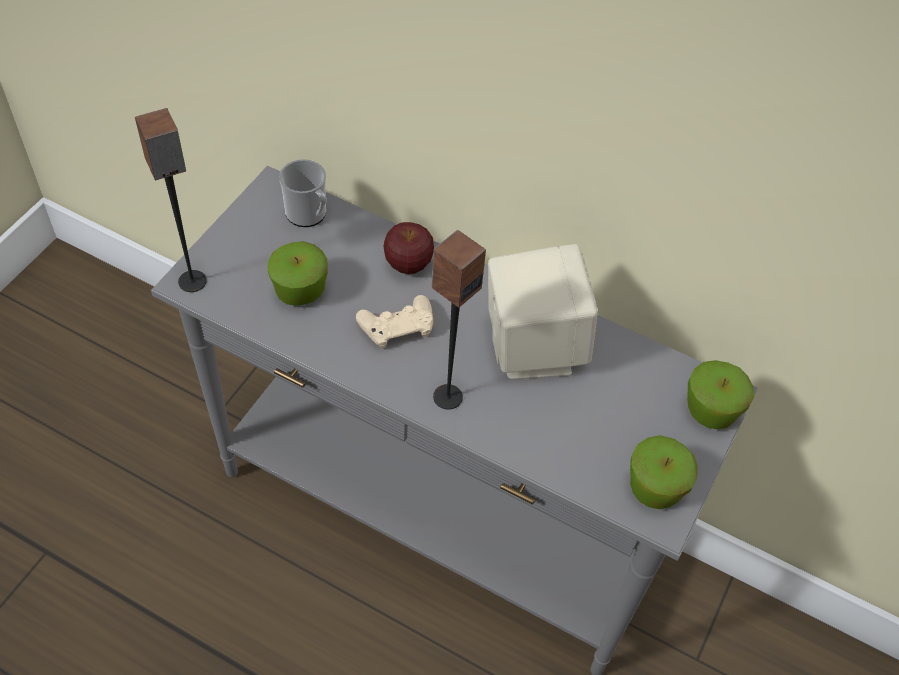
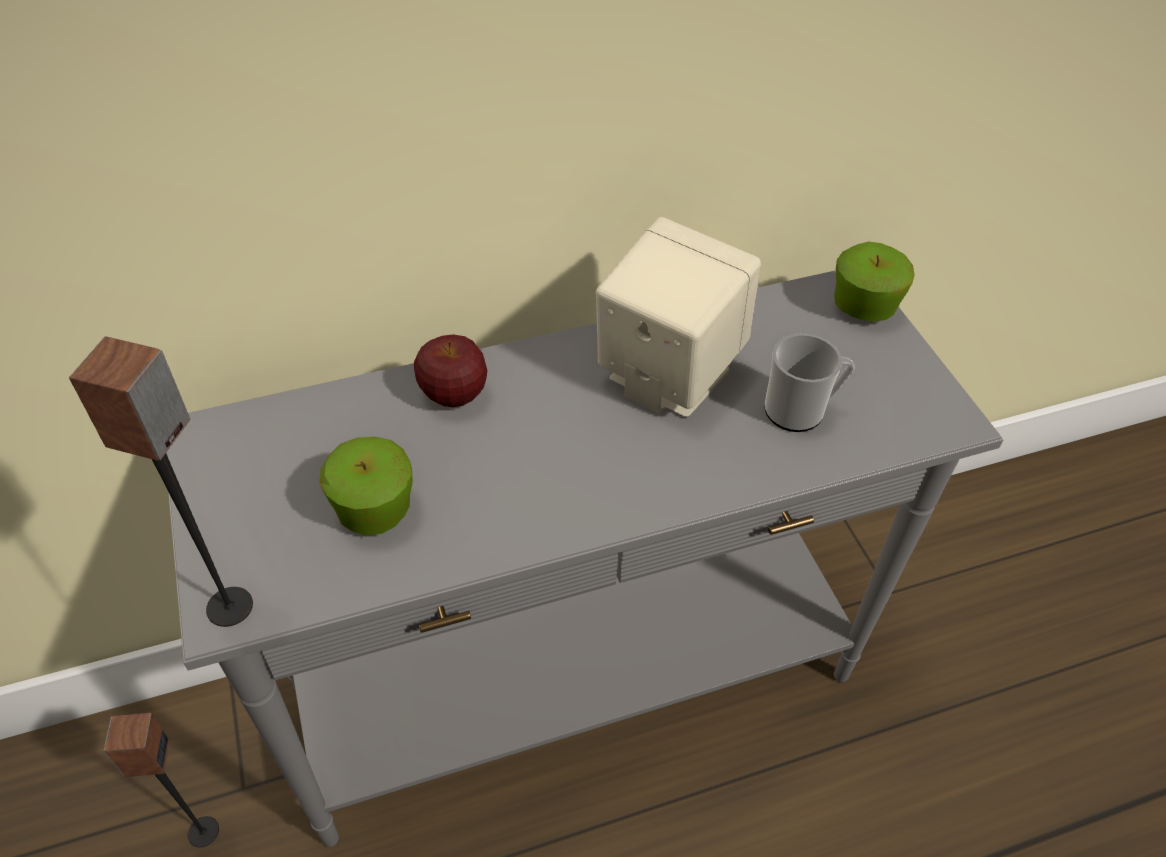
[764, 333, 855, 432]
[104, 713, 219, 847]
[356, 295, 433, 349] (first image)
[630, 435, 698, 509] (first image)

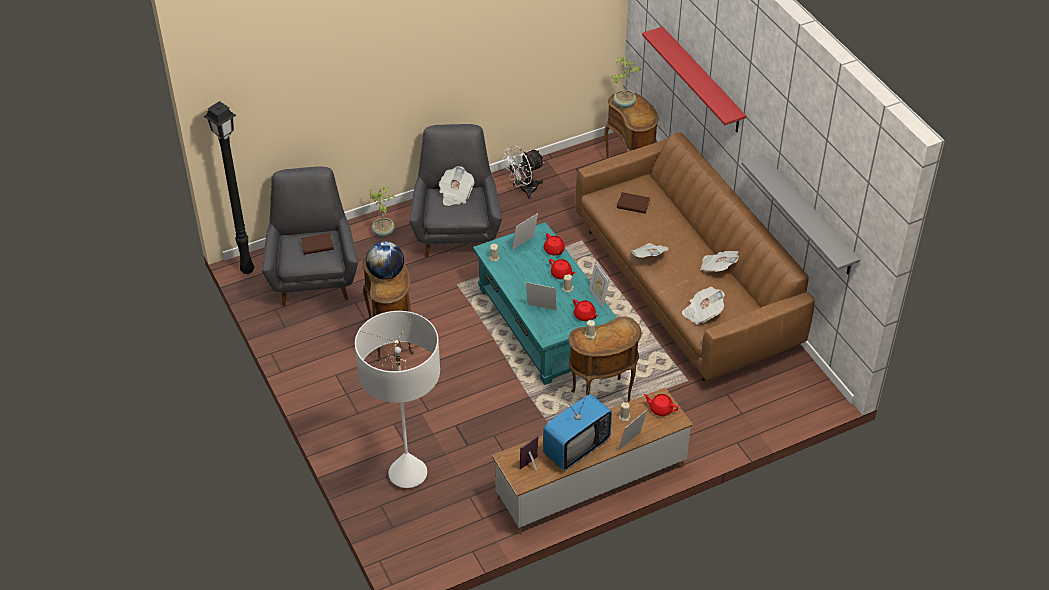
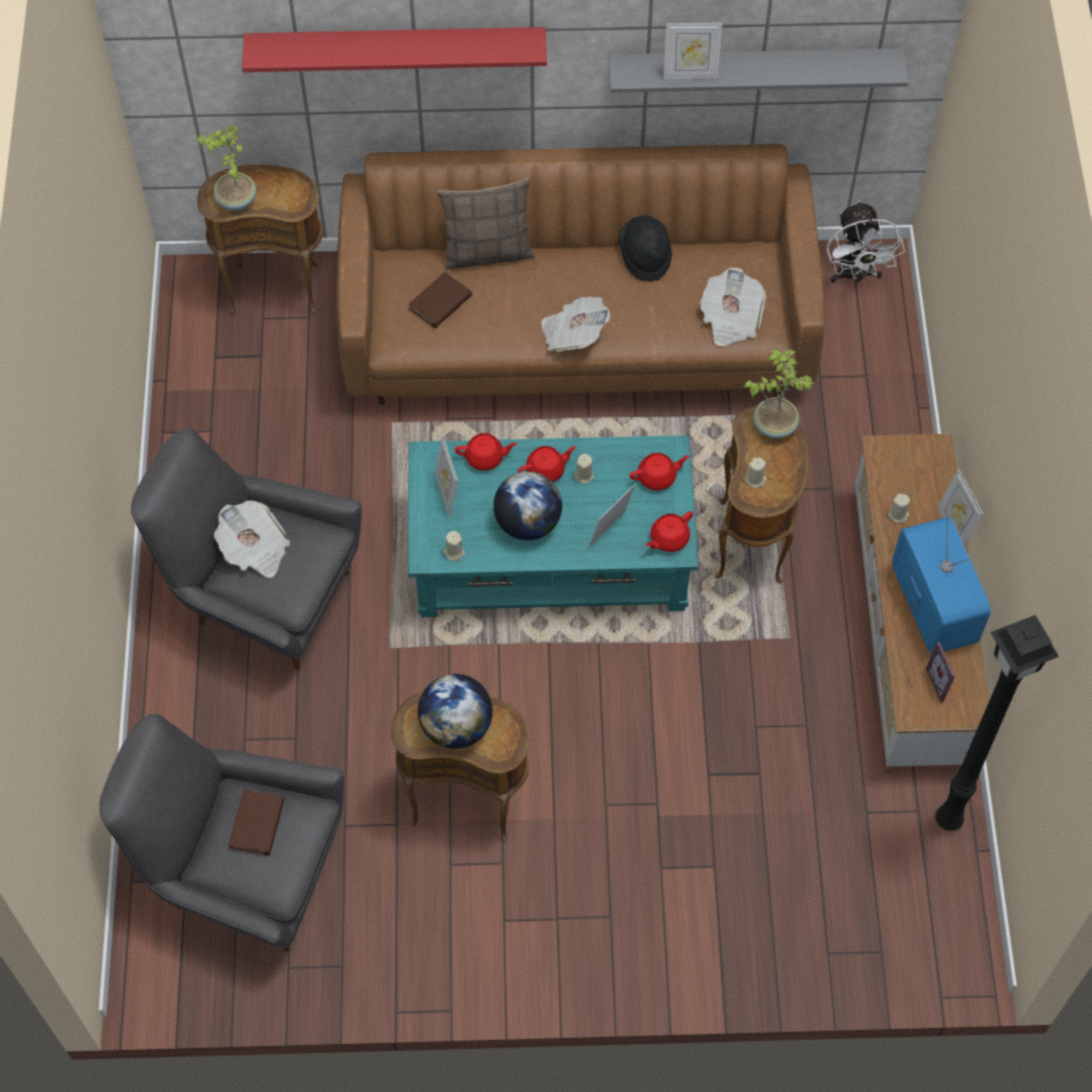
[935, 615, 1059, 831]
[827, 200, 905, 283]
[743, 349, 814, 439]
[619, 215, 672, 281]
[664, 23, 722, 79]
[355, 311, 440, 488] (first image)
[646, 511, 693, 552]
[437, 179, 535, 270]
[493, 472, 562, 540]

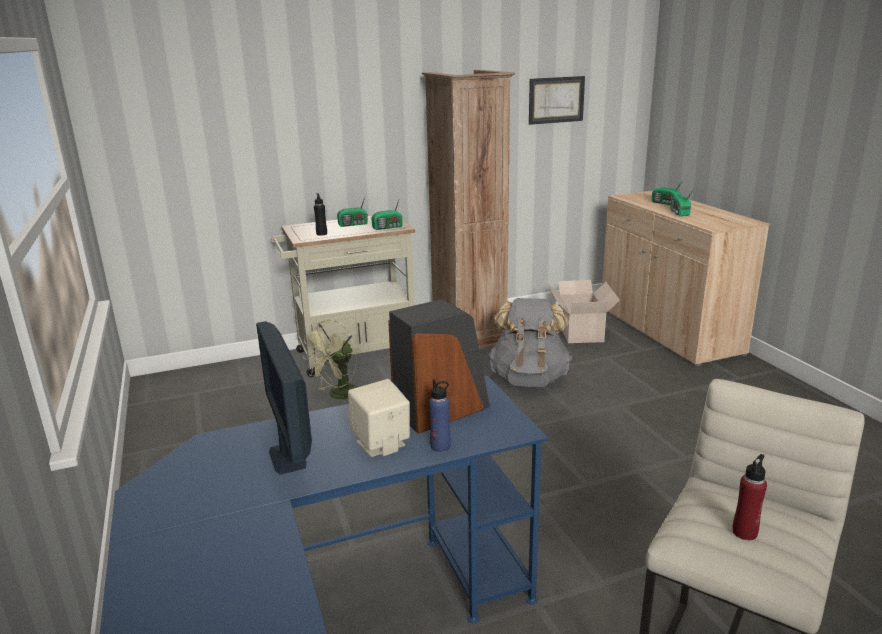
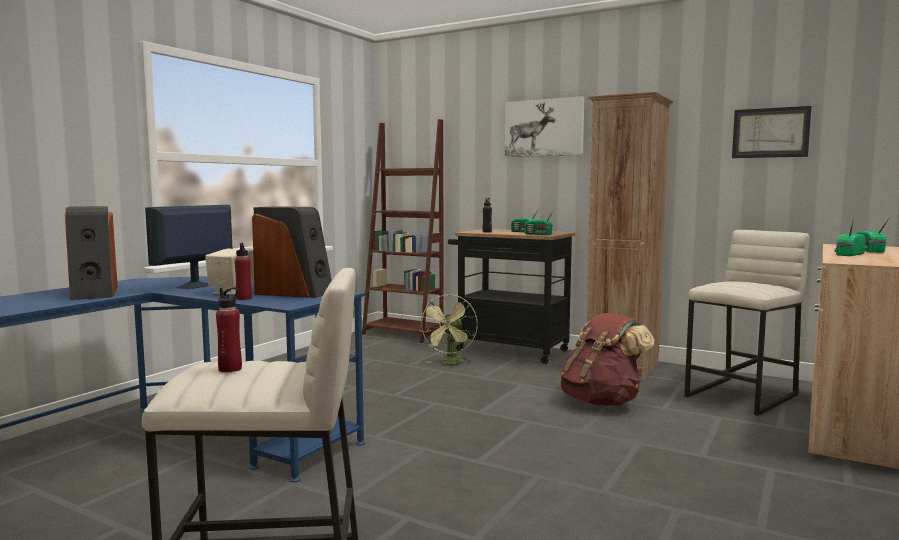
[448, 229, 575, 364]
[684, 230, 809, 416]
[560, 313, 655, 406]
[419, 294, 478, 365]
[234, 243, 252, 300]
[505, 96, 584, 157]
[362, 119, 444, 343]
[65, 206, 118, 300]

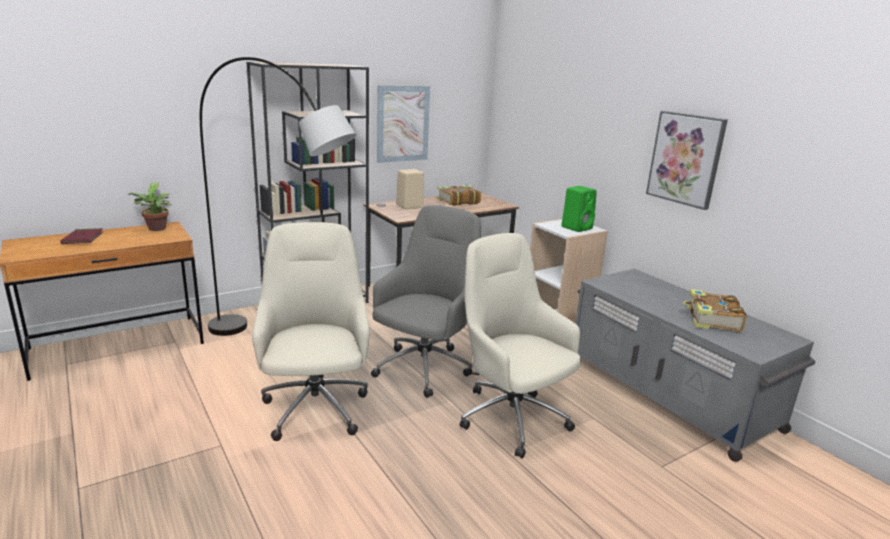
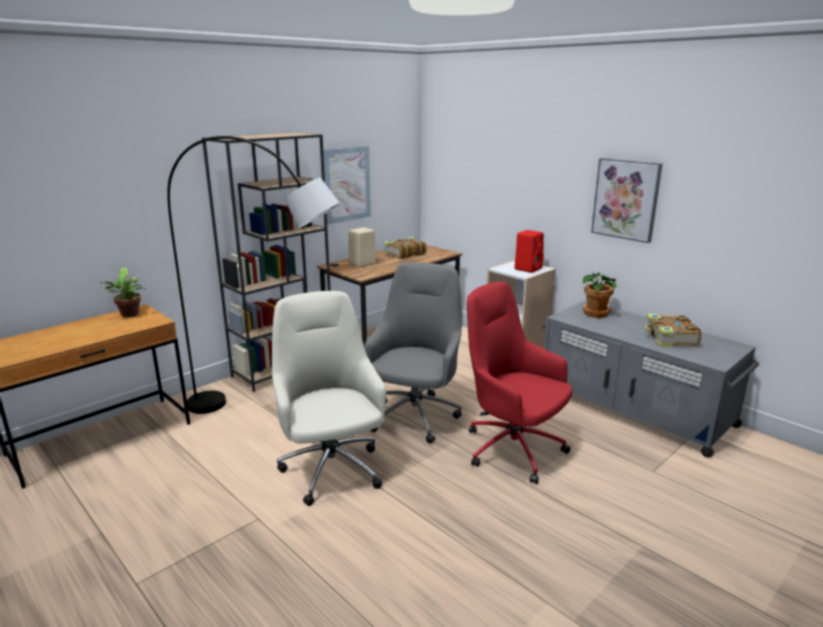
[514, 230, 544, 273]
[60, 228, 103, 244] (first image)
[467, 282, 573, 484]
[583, 272, 617, 318]

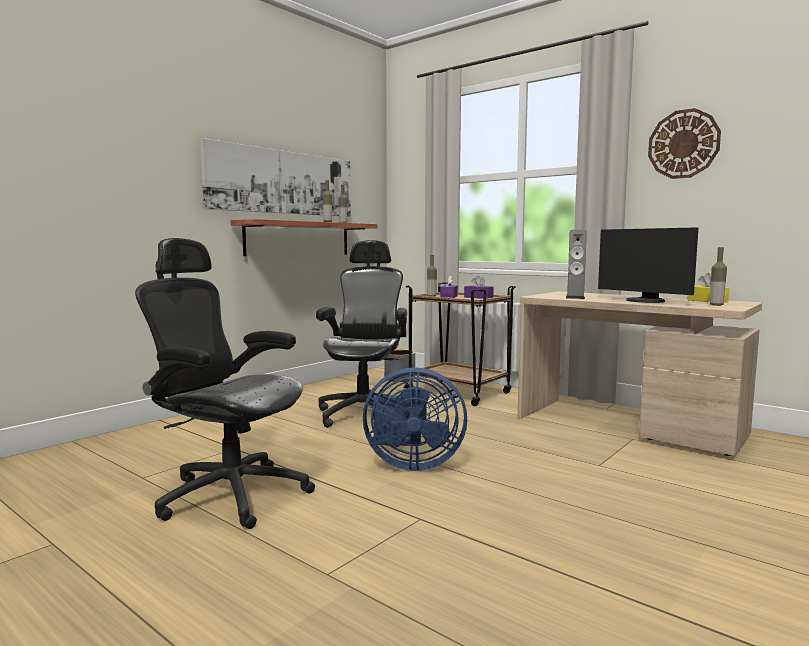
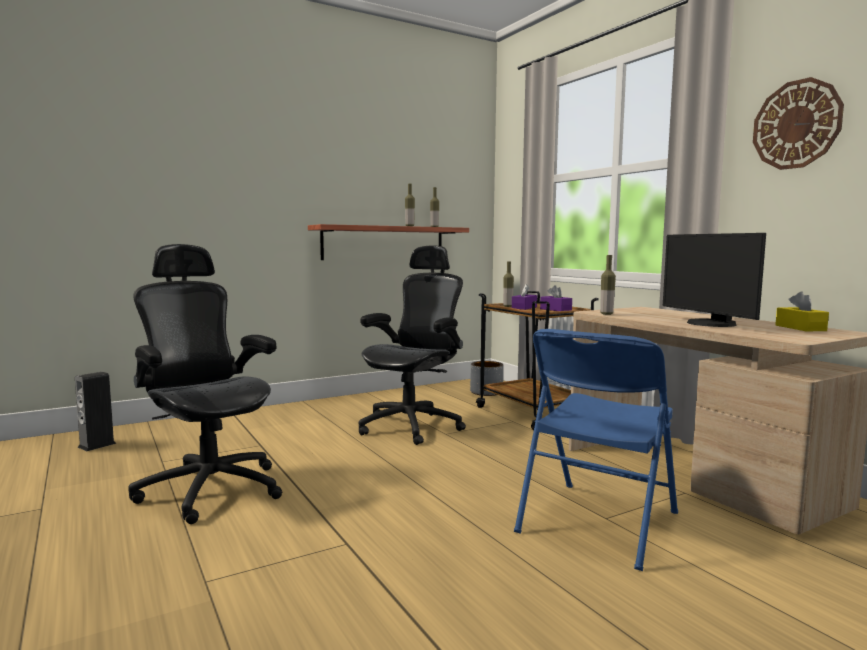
[200, 138, 351, 217] (first image)
[75, 372, 116, 451]
[600, 255, 616, 315]
[363, 367, 467, 471] (first image)
[514, 329, 678, 571]

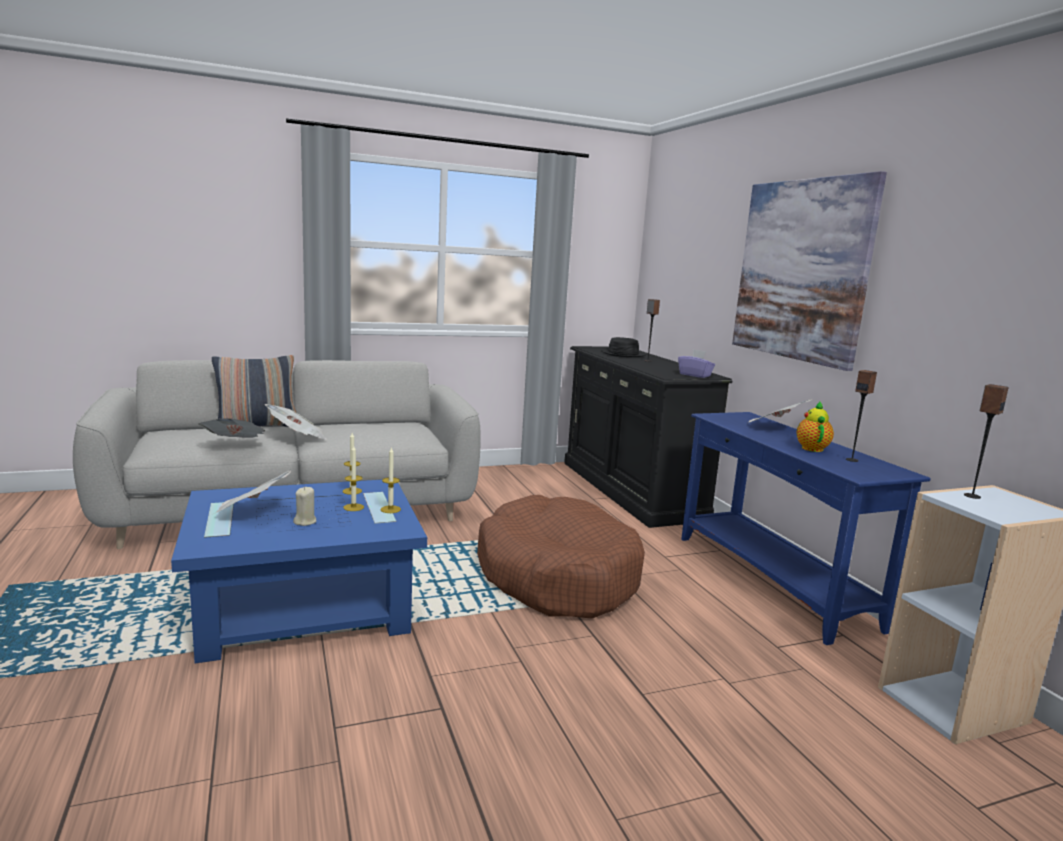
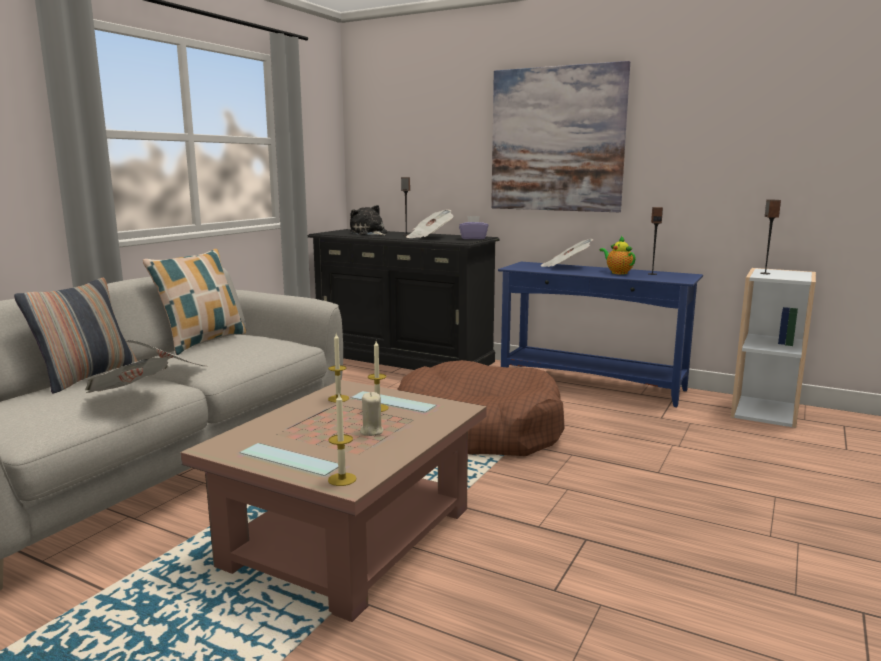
[350, 205, 388, 235]
[328, 394, 357, 486]
[406, 209, 454, 238]
[180, 380, 487, 622]
[143, 249, 246, 355]

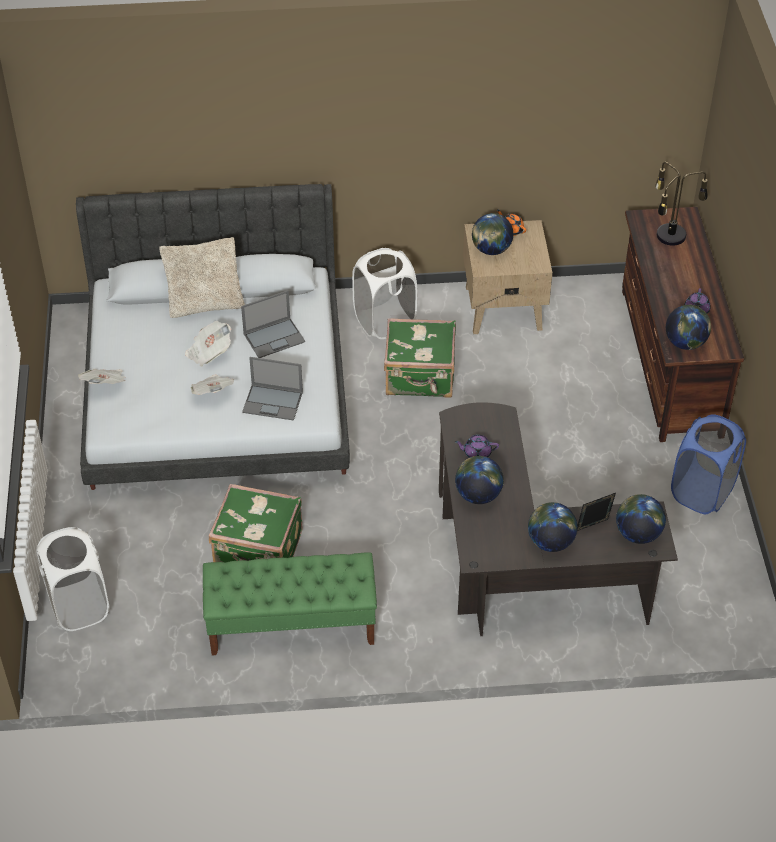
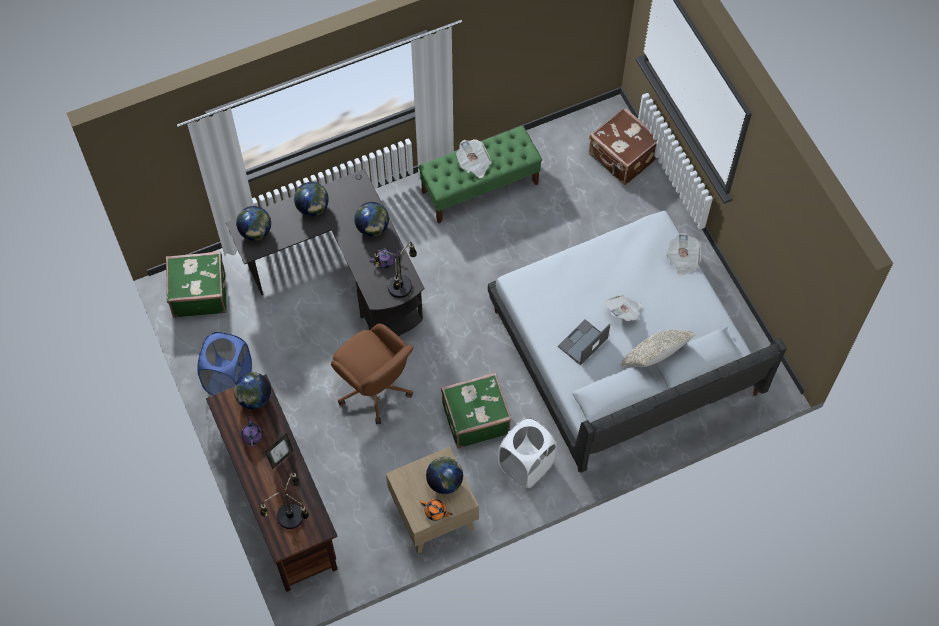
[242, 357, 303, 421] (first image)
[456, 139, 492, 178]
[166, 251, 227, 318]
[265, 433, 294, 469]
[589, 107, 657, 185]
[374, 242, 417, 298]
[331, 323, 413, 424]

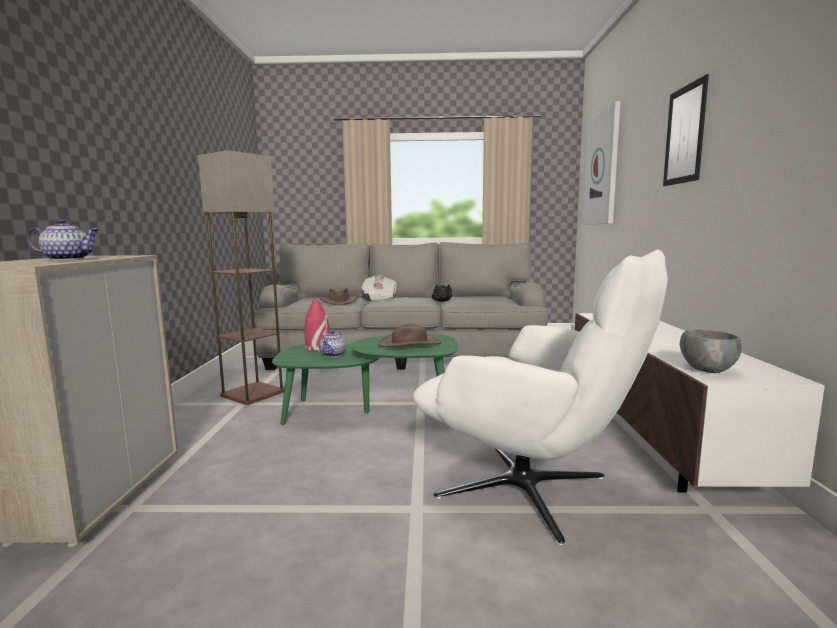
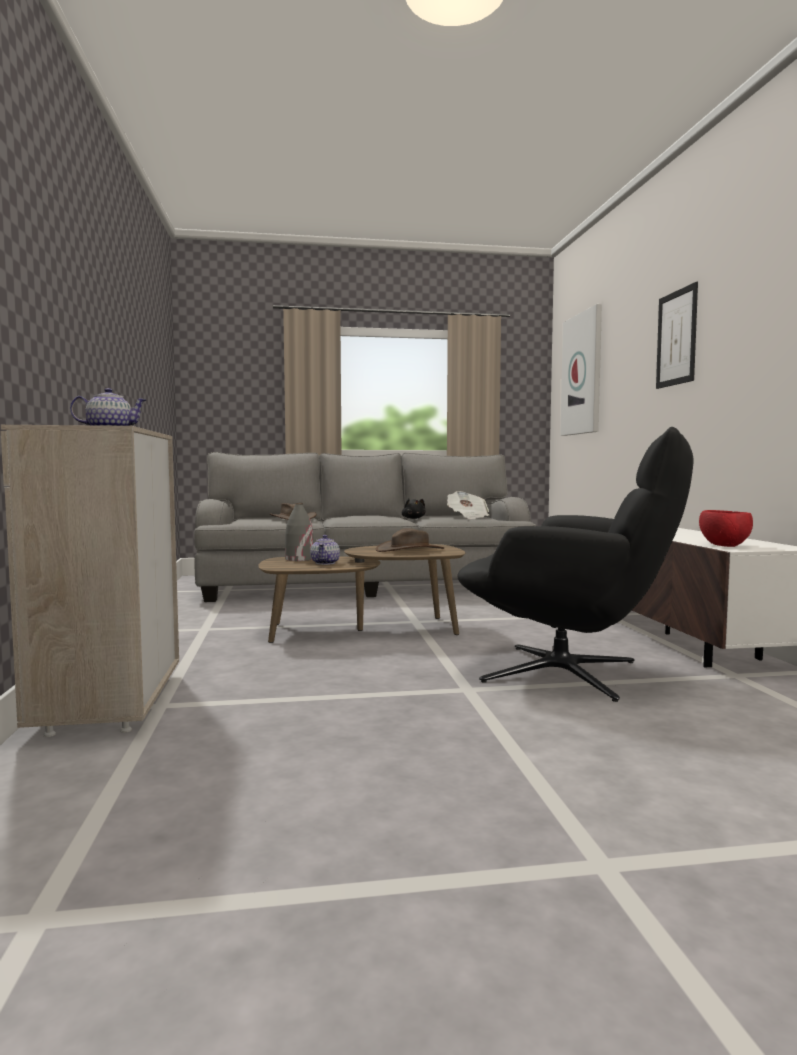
[198, 150, 284, 405] (first image)
[457, 427, 694, 702]
[447, 491, 489, 519]
[285, 504, 314, 561]
[699, 510, 753, 547]
[258, 544, 466, 643]

